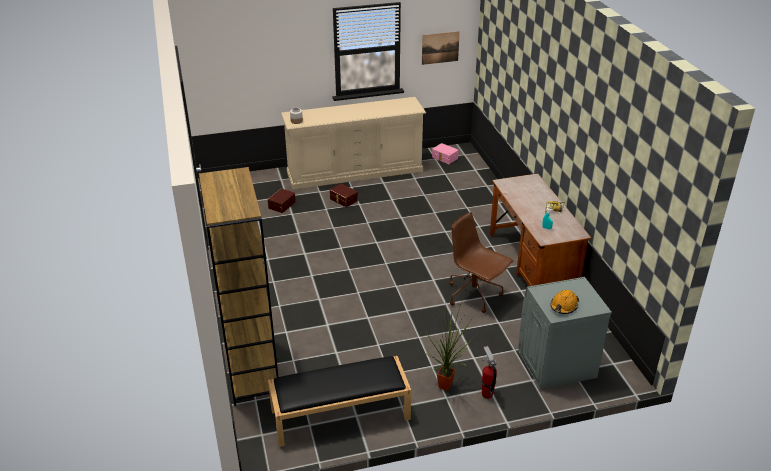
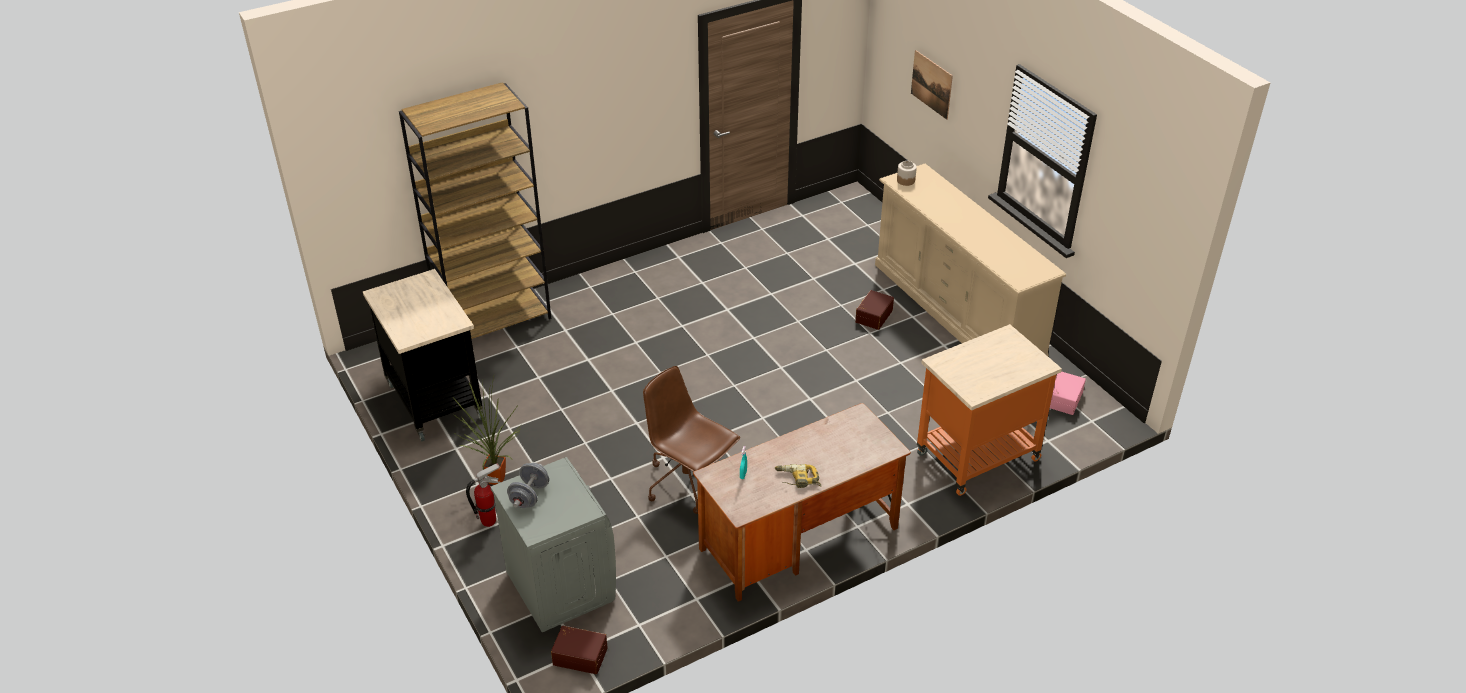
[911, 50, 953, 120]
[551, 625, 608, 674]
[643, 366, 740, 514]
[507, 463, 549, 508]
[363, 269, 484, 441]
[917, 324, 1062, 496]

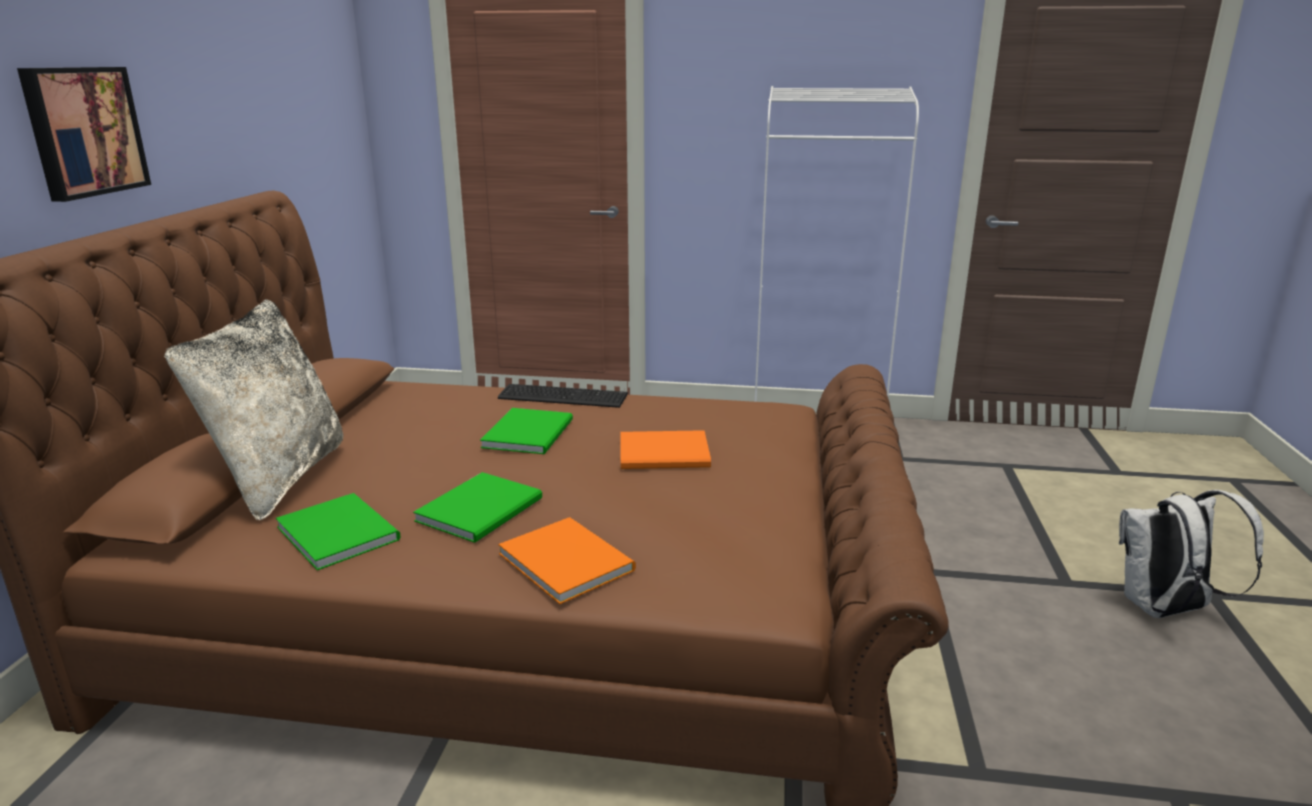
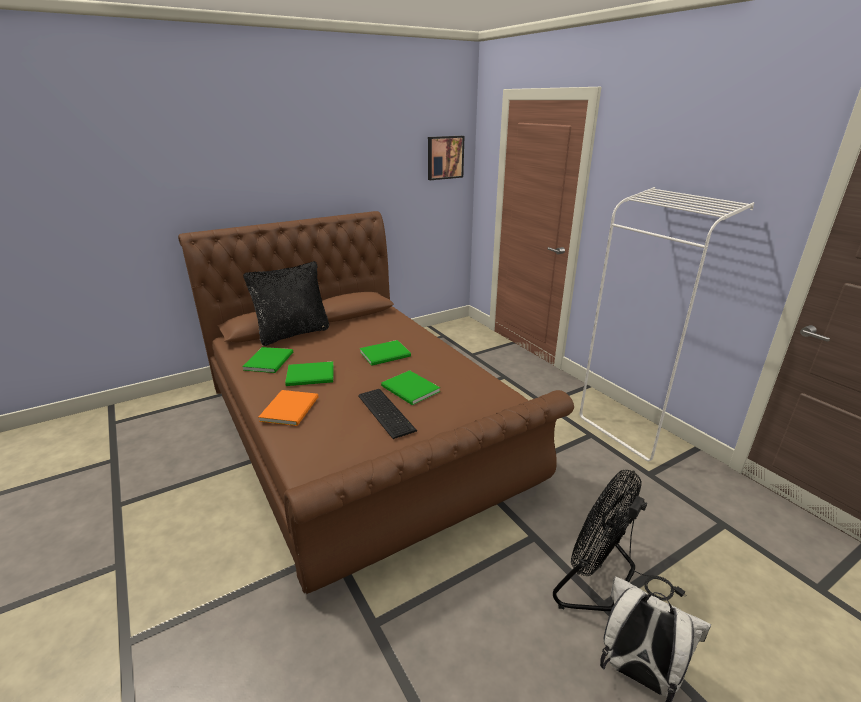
[428, 136, 464, 180]
[243, 261, 329, 346]
[358, 389, 417, 439]
[381, 370, 440, 405]
[553, 470, 687, 611]

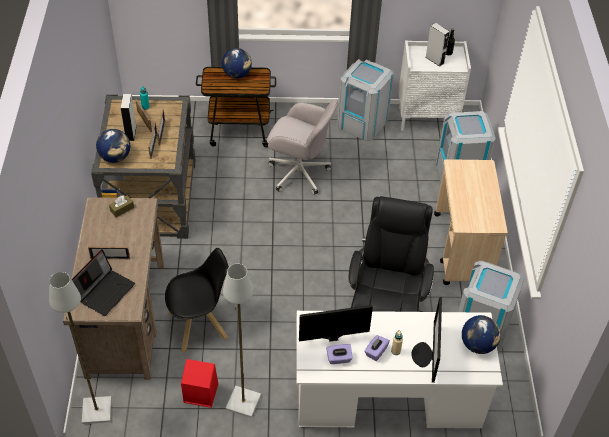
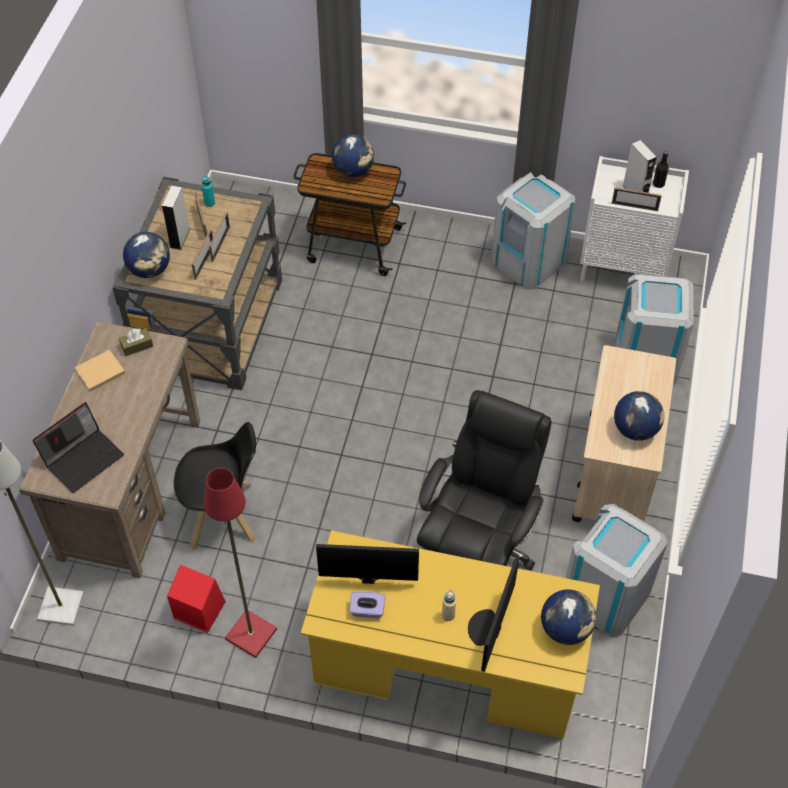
[267, 99, 338, 195] (first image)
[612, 187, 662, 211]
[204, 468, 277, 658]
[301, 530, 600, 738]
[364, 335, 390, 361] (first image)
[75, 350, 125, 392]
[614, 391, 664, 441]

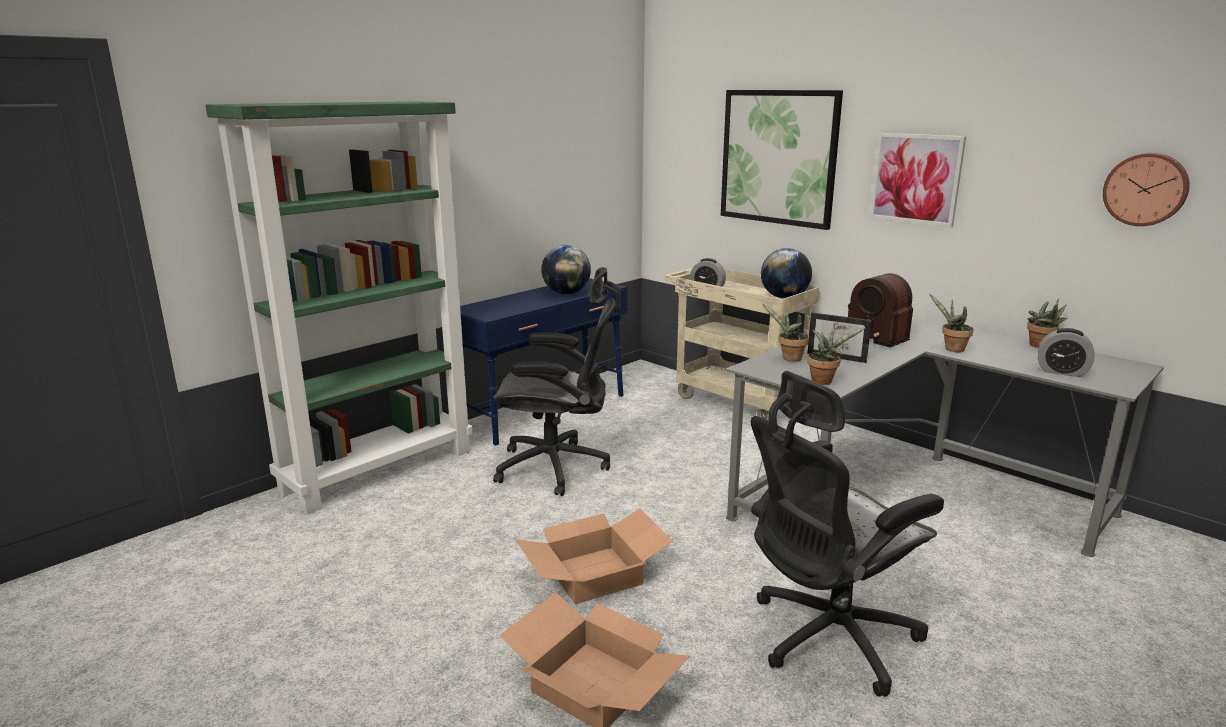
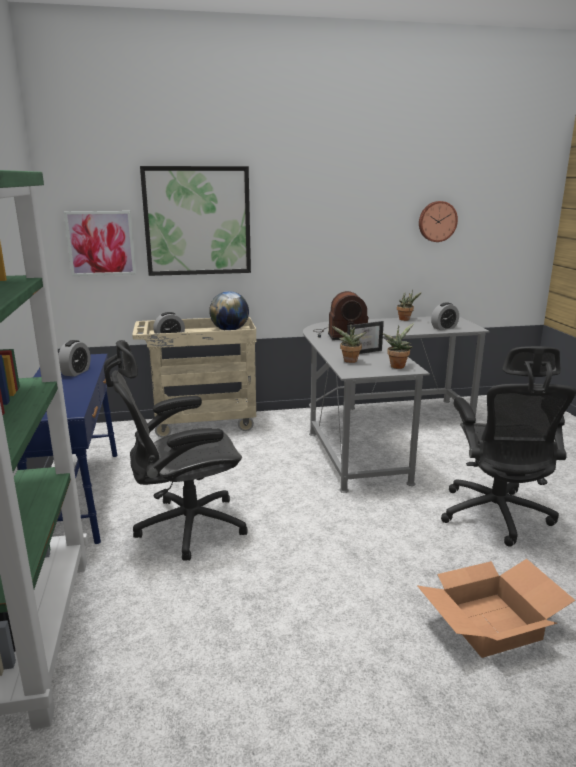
[64, 211, 136, 276]
[58, 340, 91, 377]
[104, 340, 248, 561]
[930, 294, 973, 352] (first image)
[515, 508, 673, 604] (first image)

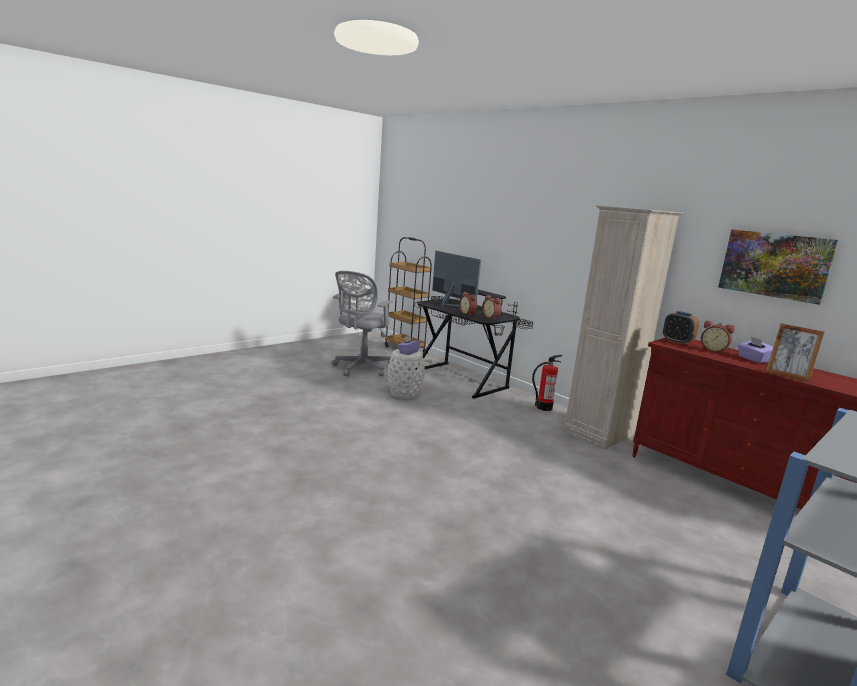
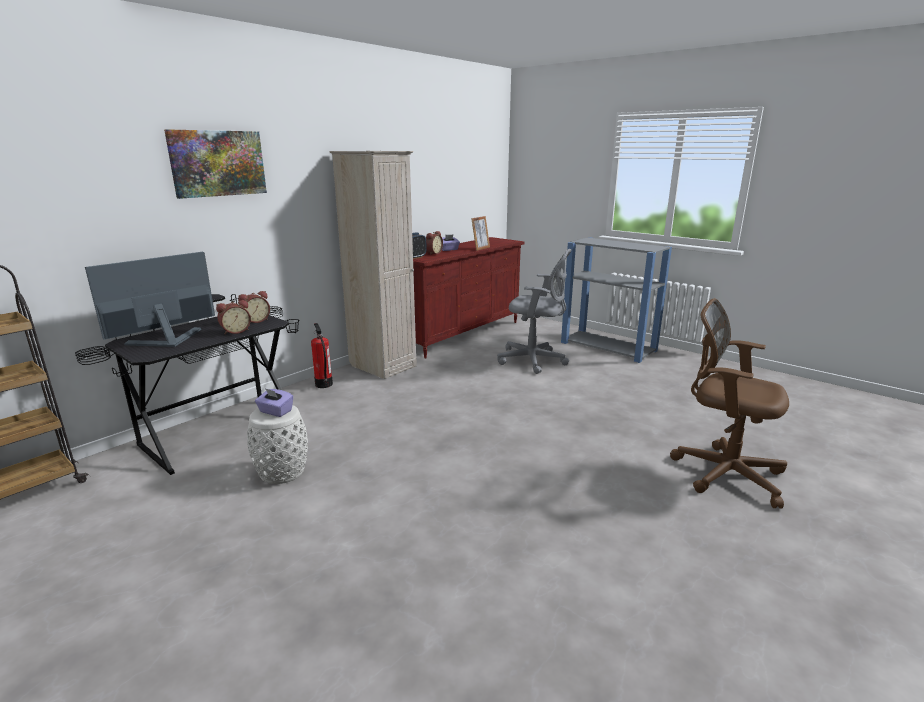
[164, 129, 267, 199]
[497, 249, 572, 374]
[670, 298, 789, 509]

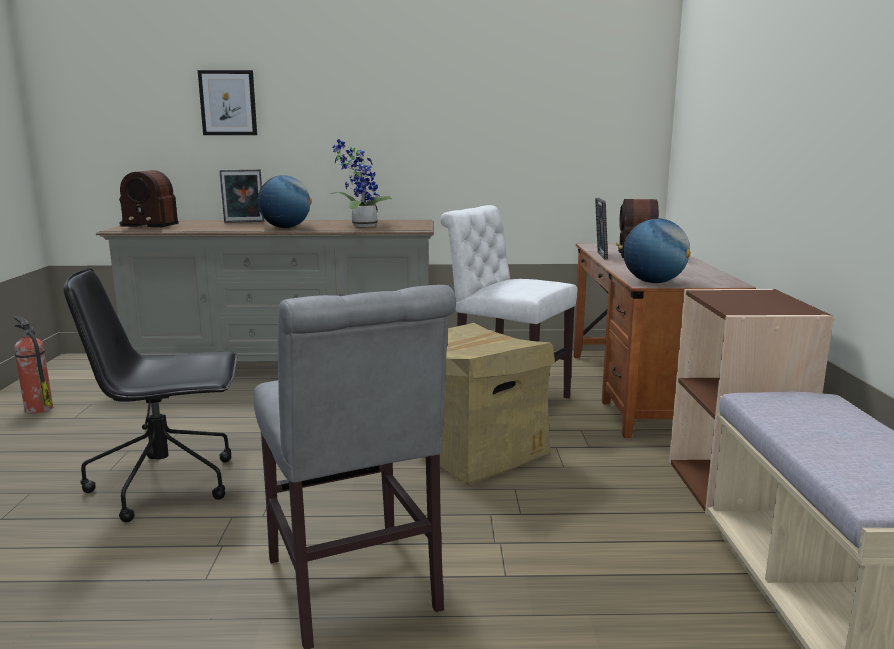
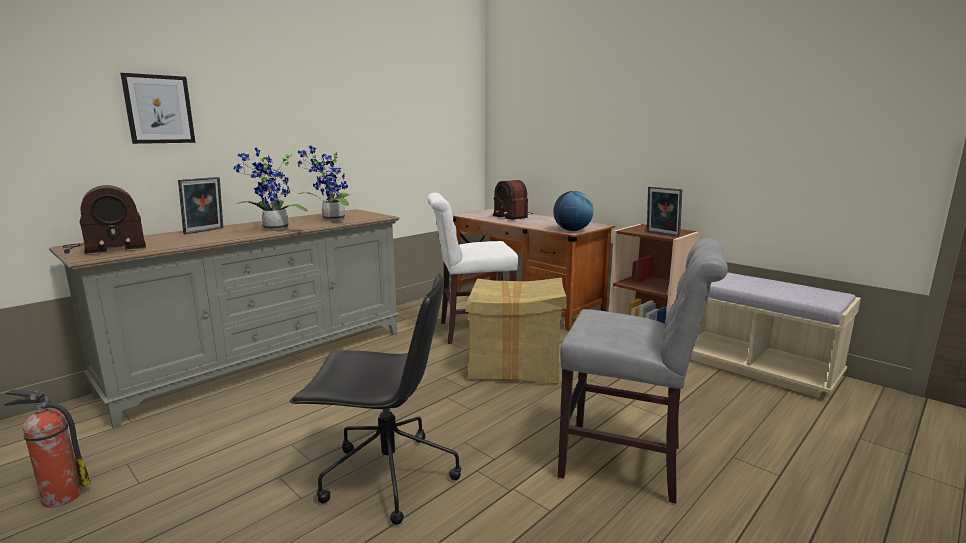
[234, 148, 308, 231]
[647, 186, 682, 237]
[289, 274, 461, 525]

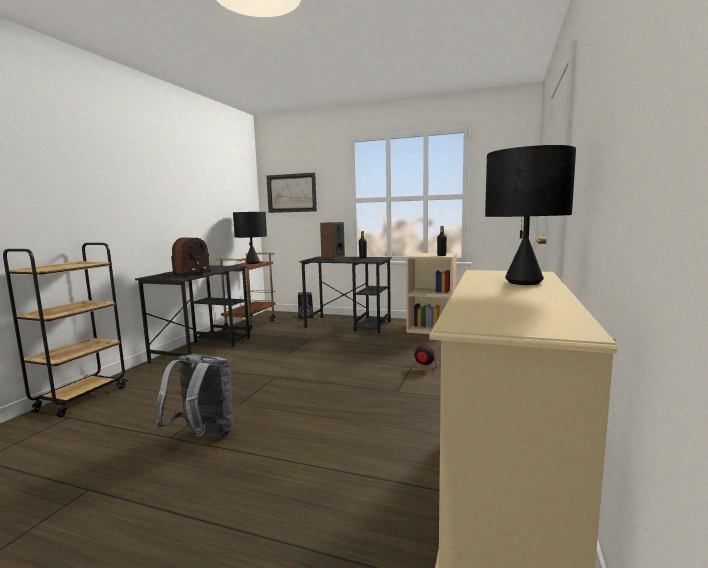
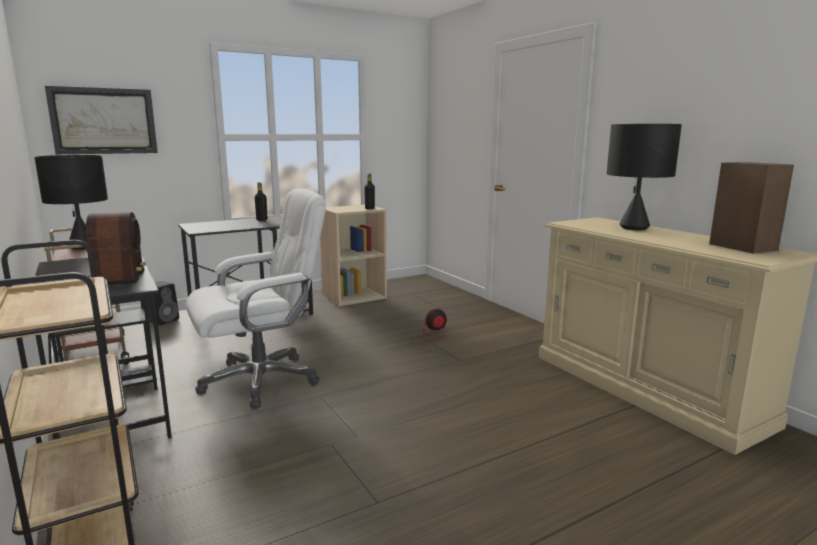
[709, 162, 794, 254]
[156, 354, 234, 438] (first image)
[186, 189, 326, 408]

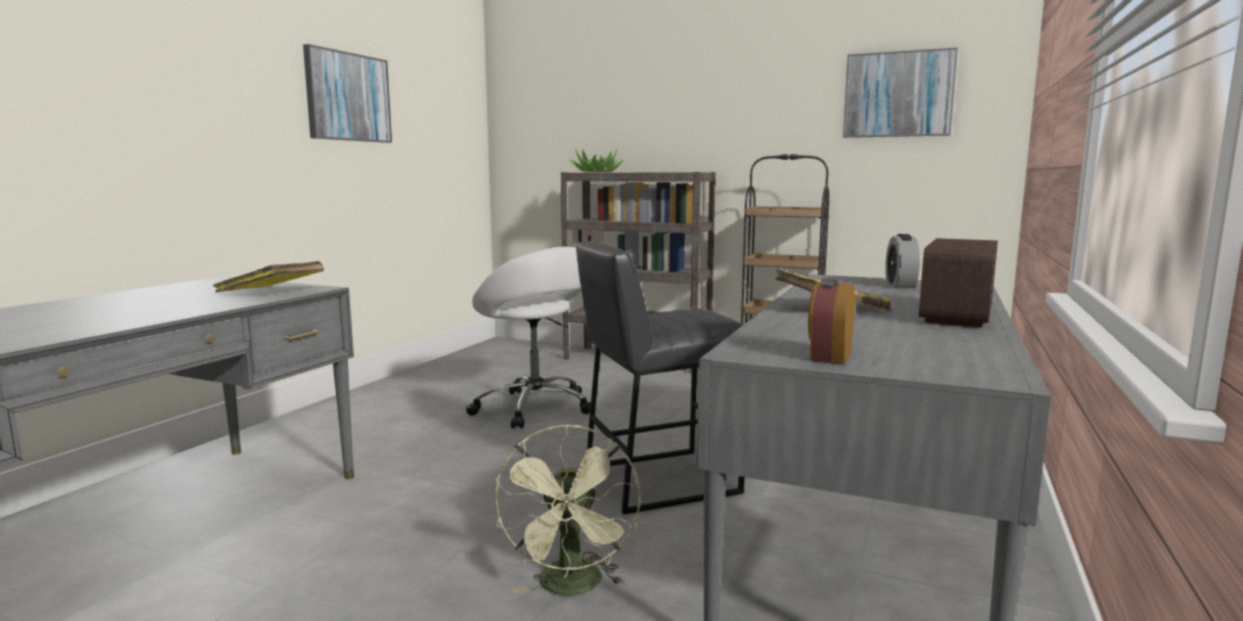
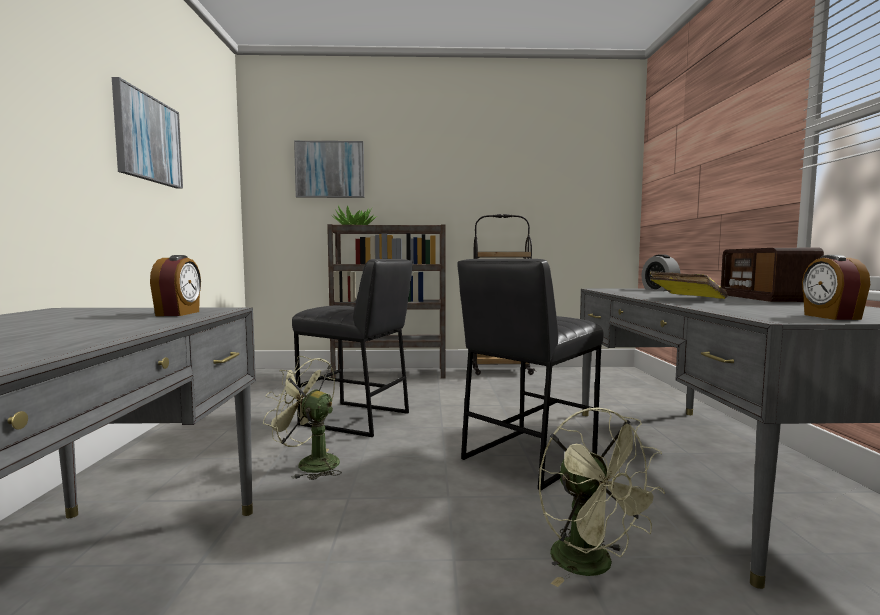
[294, 141, 364, 198]
[292, 259, 413, 437]
[150, 255, 201, 316]
[263, 356, 342, 480]

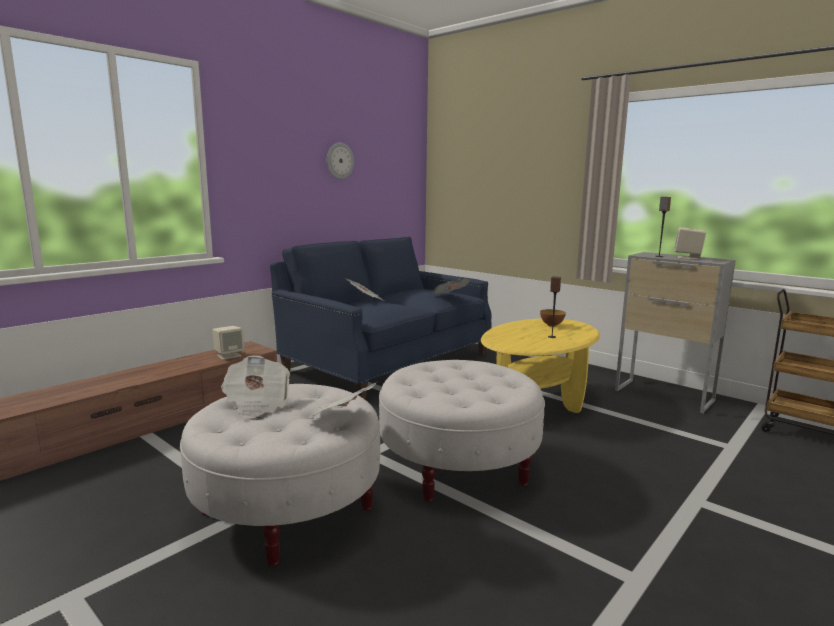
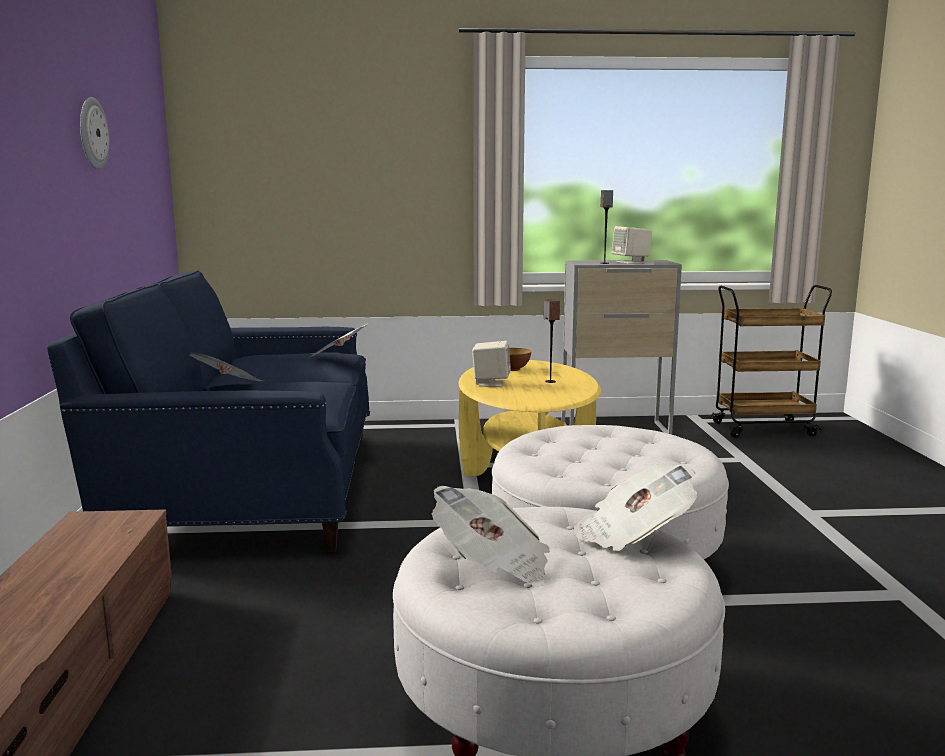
[472, 341, 511, 387]

